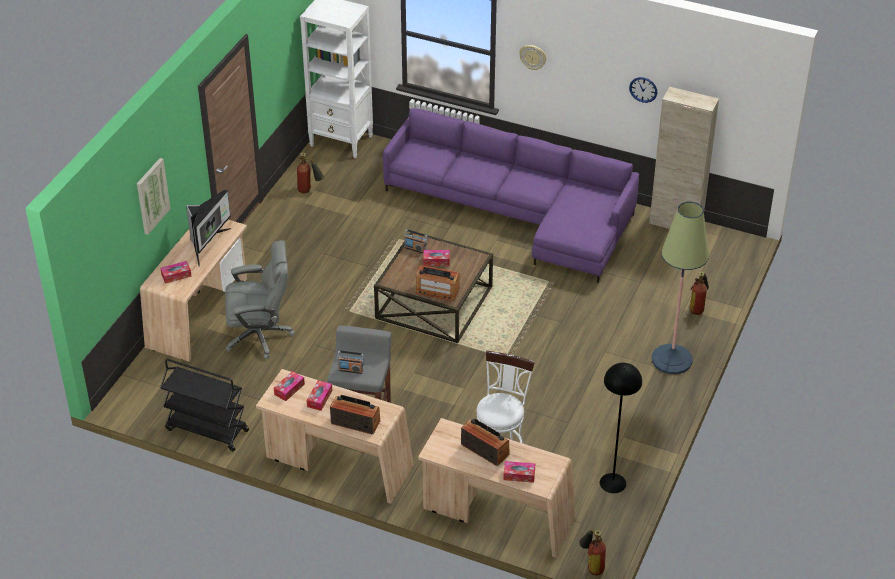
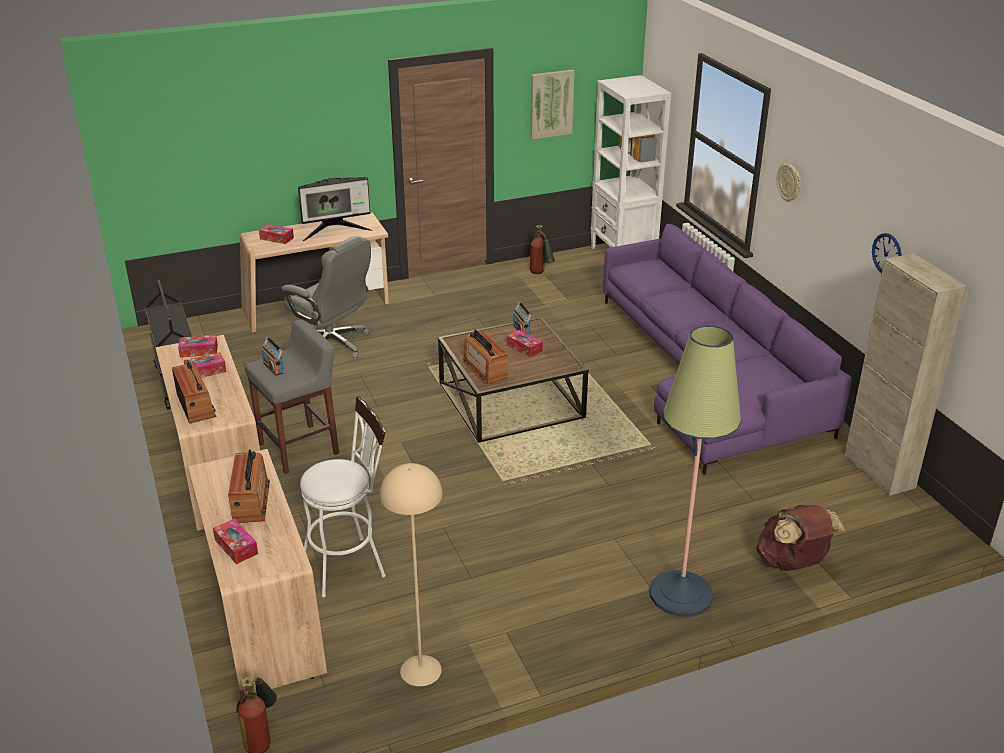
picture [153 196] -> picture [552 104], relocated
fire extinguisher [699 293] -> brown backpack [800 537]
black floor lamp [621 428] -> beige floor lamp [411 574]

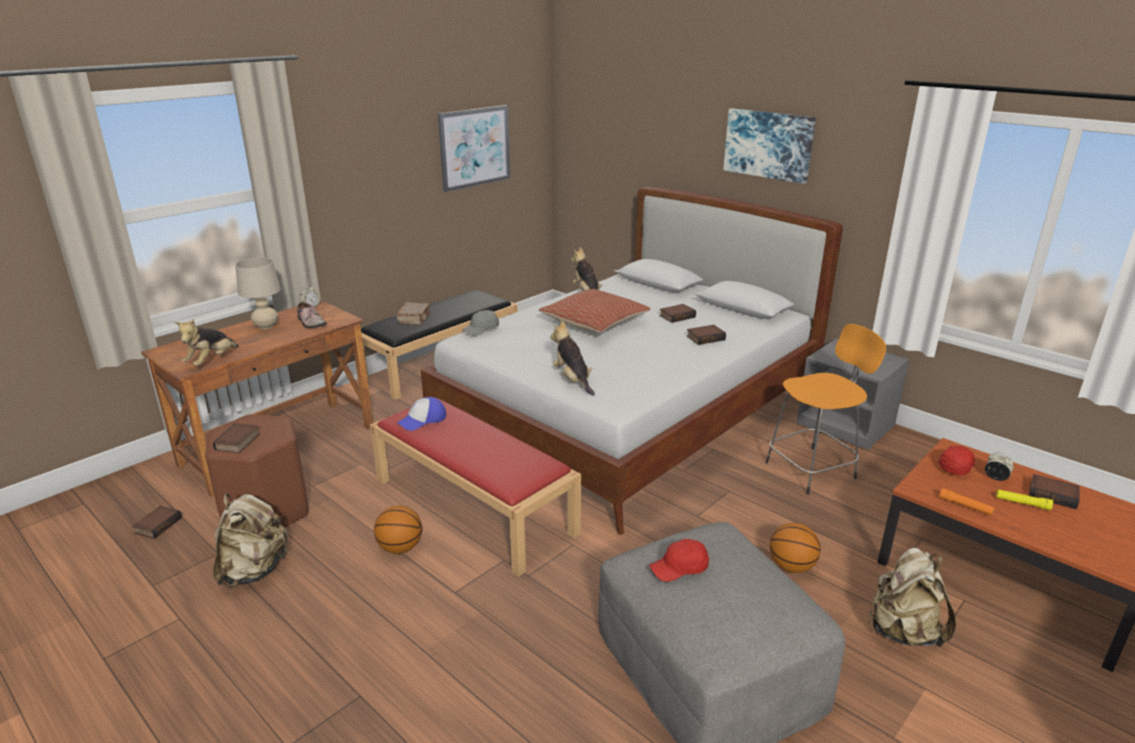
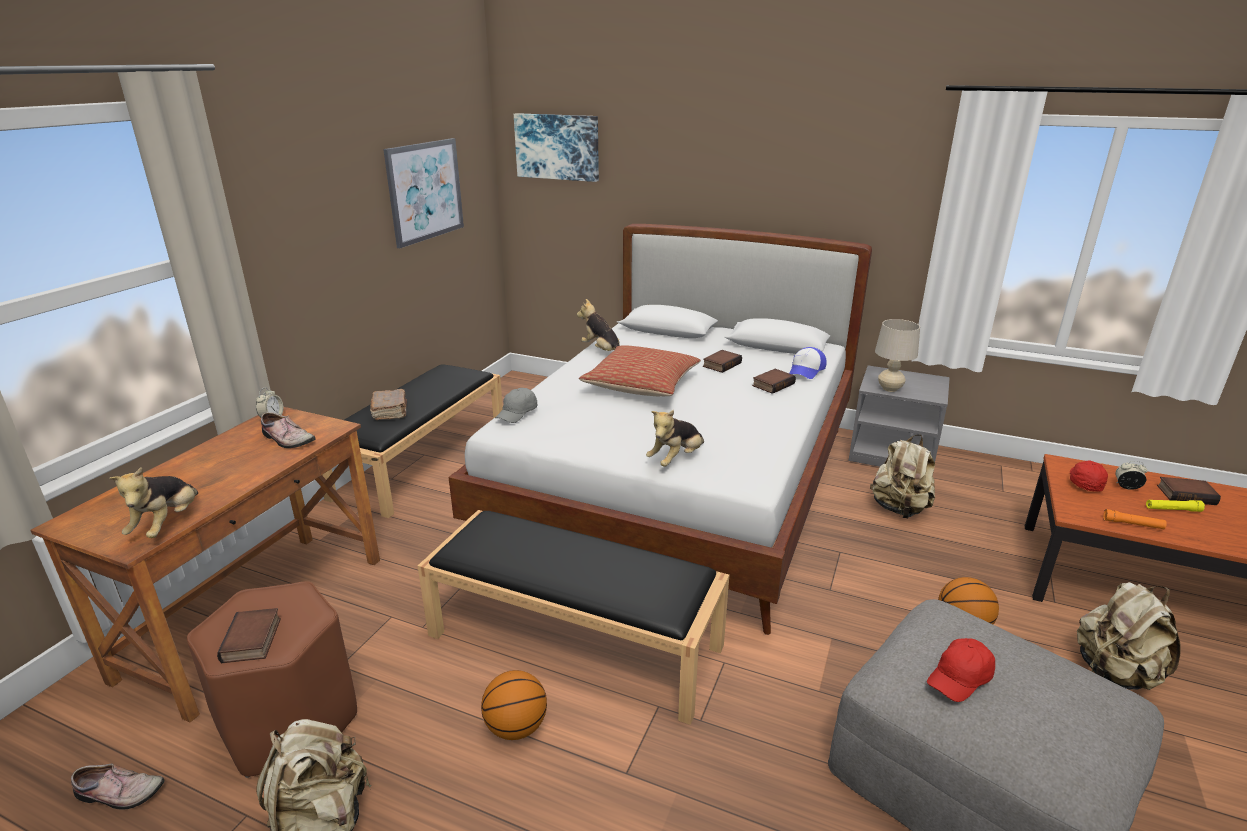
beige table lamp [258 293] -> beige table lamp [897 355], relocated
cap [421 414] -> cap [808 363], relocated
picture [769 146] -> picture [556 147], relocated
book [157 522] -> shoe [118 787]
orange stool [825 409] -> beige backpack [902 476]
red bench [475 487] -> black bench [573 617]
plush toy [572 358] -> plush toy [675 438], 90 degrees counterclockwise

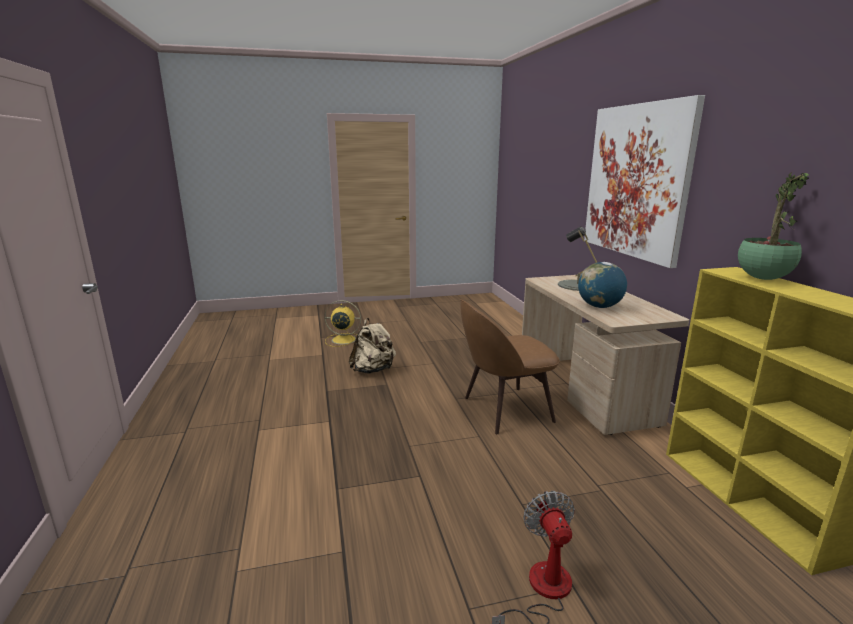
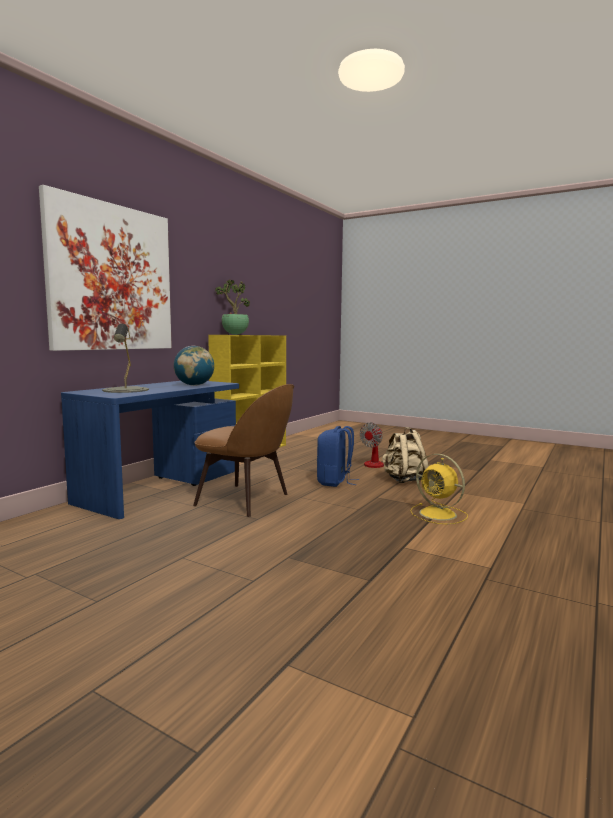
none -> blue backpack [338 456]
yellow fan [342 323] -> yellow fan [439 489], relocated
beige backpack [372 346] -> beige backpack [405 455], relocated
beige desk [605 354] -> blue desk [150 450]

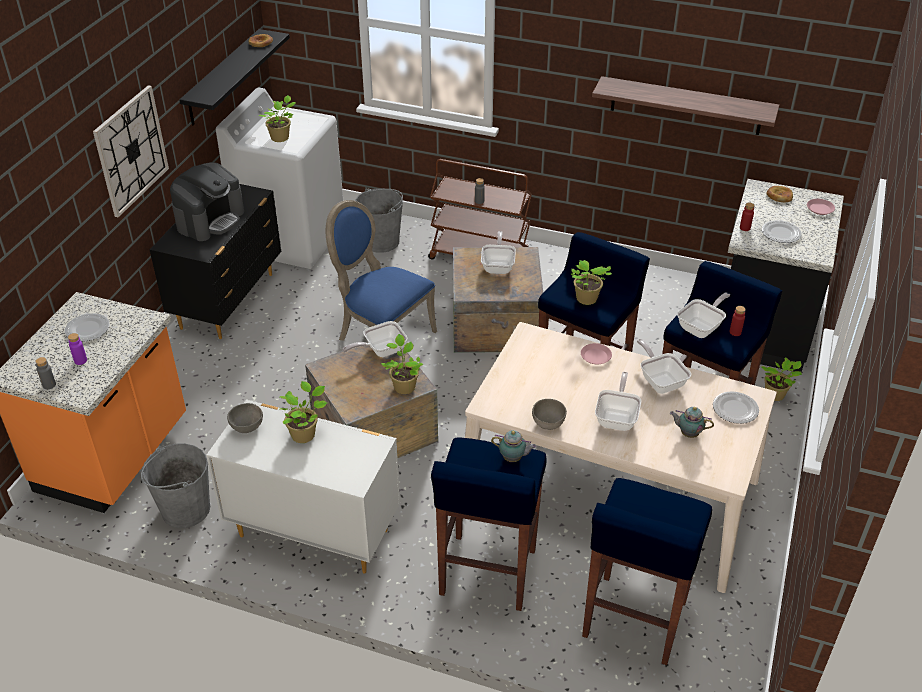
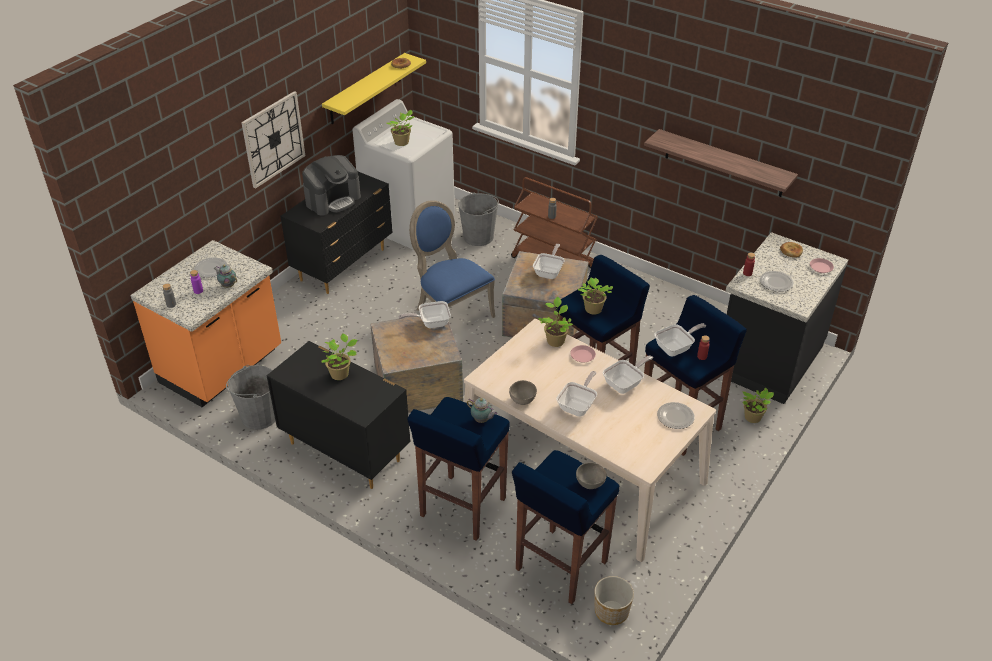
none -> planter [614 600]
grey bowl [245 418] -> grey bowl [591 476], relocated
potted plant [402 364] -> potted plant [555 322], relocated
teapot [692 422] -> teapot [225 276], relocated
black shelf [234 77] -> yellow shelf [374 88]
white dresser [303 486] -> black dresser [338 415]
frying pan [664 366] -> frying pan [628 374], 60 degrees clockwise

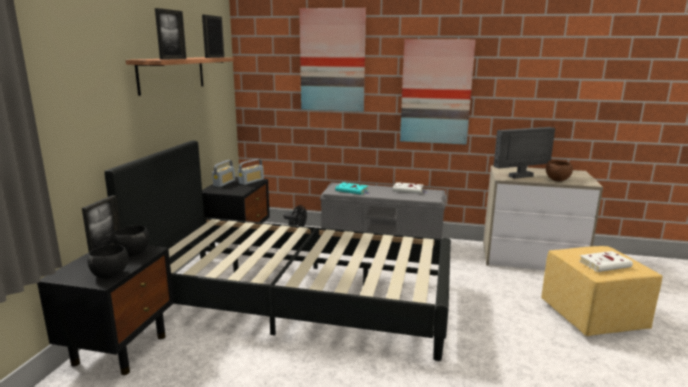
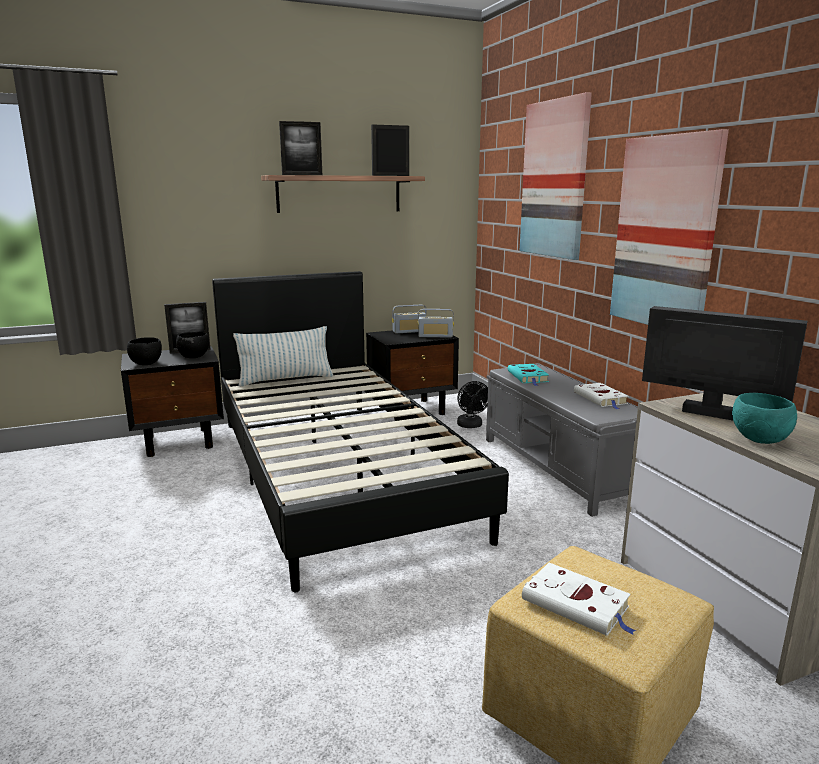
none -> pillow [283 356]
brown bowl [559 171] -> turquoise bowl [764 418]

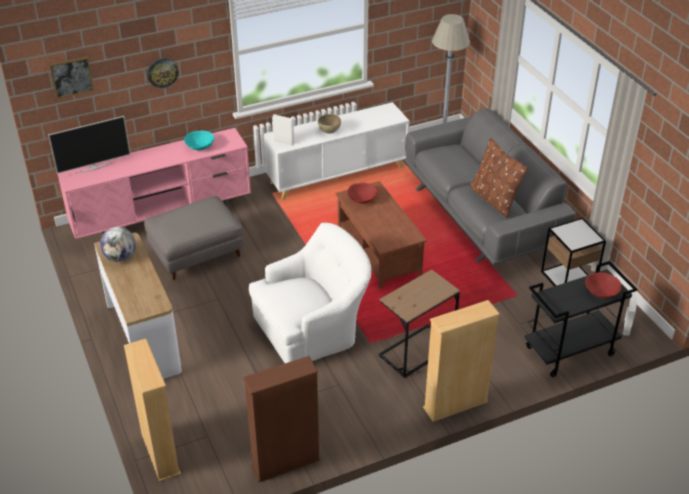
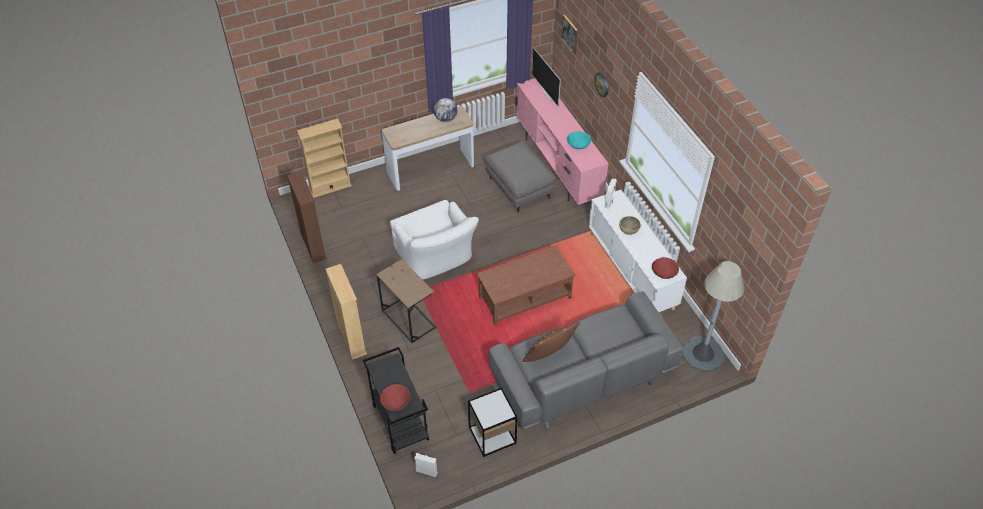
red bowl [362 193] -> red bowl [665 268], relocated

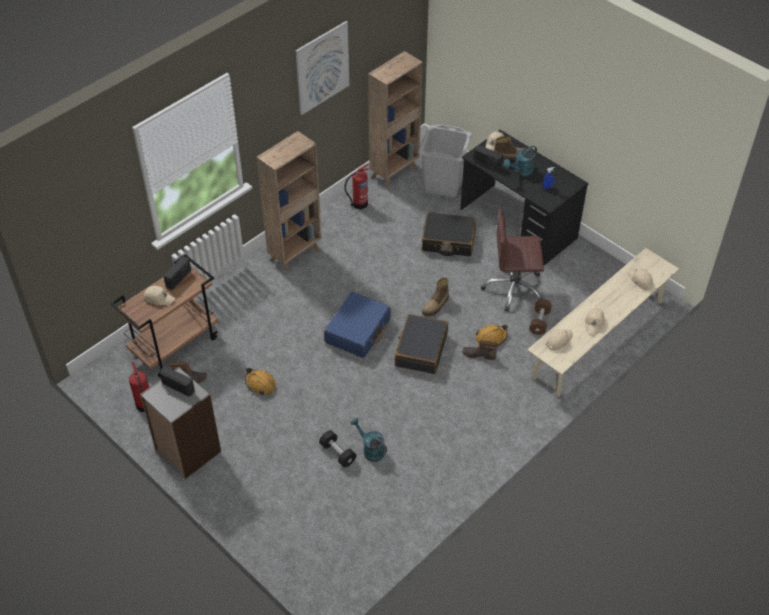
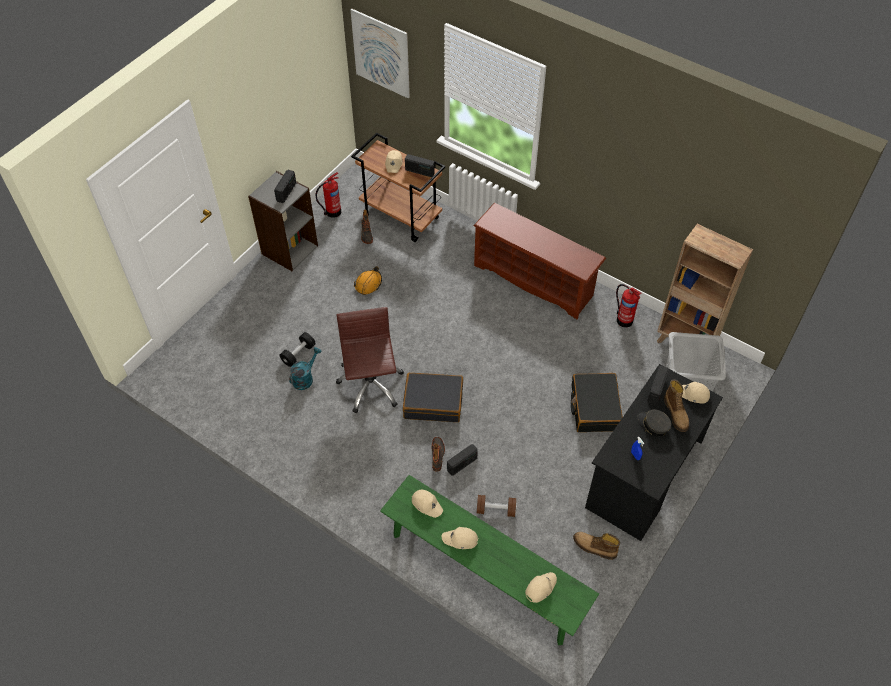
blue suitcase [357 325] -> none
picture [322 68] -> picture [380 54], relocated
boot [435 296] -> boot [596 546], relocated
brown office chair [512 260] -> brown office chair [370 360], relocated
brown bookcase [289 202] -> brown shoe rack [539 261]
orange hard hat [492 335] -> radio [462 460]
turquoise watering can [520 161] -> grey cap [654 422]
beige bench [603 322] -> green bench [489 560]

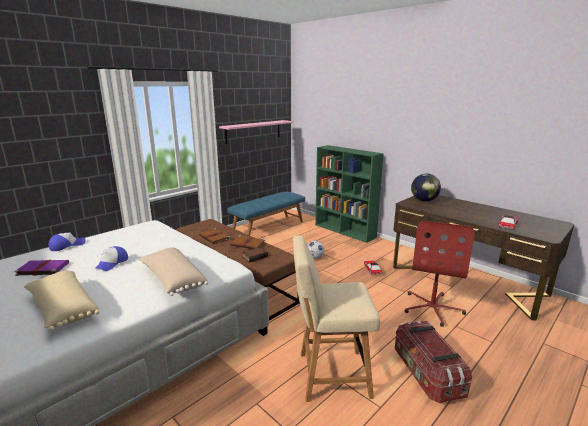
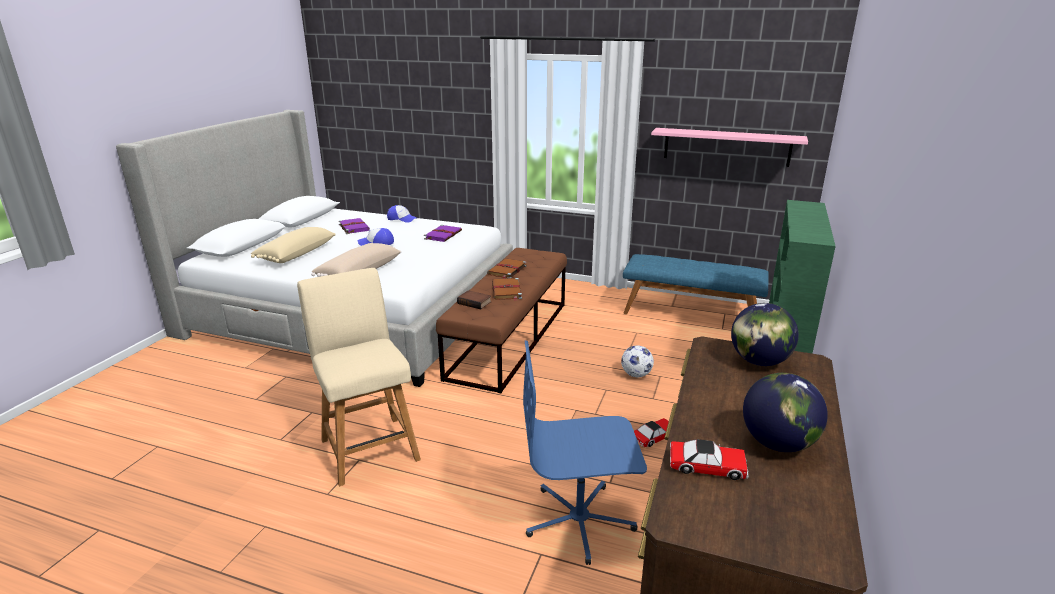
storage box [433 362] -> none
none -> purple book [443 233]
none -> globe [785 412]
red office chair [439 274] -> blue office chair [585 452]

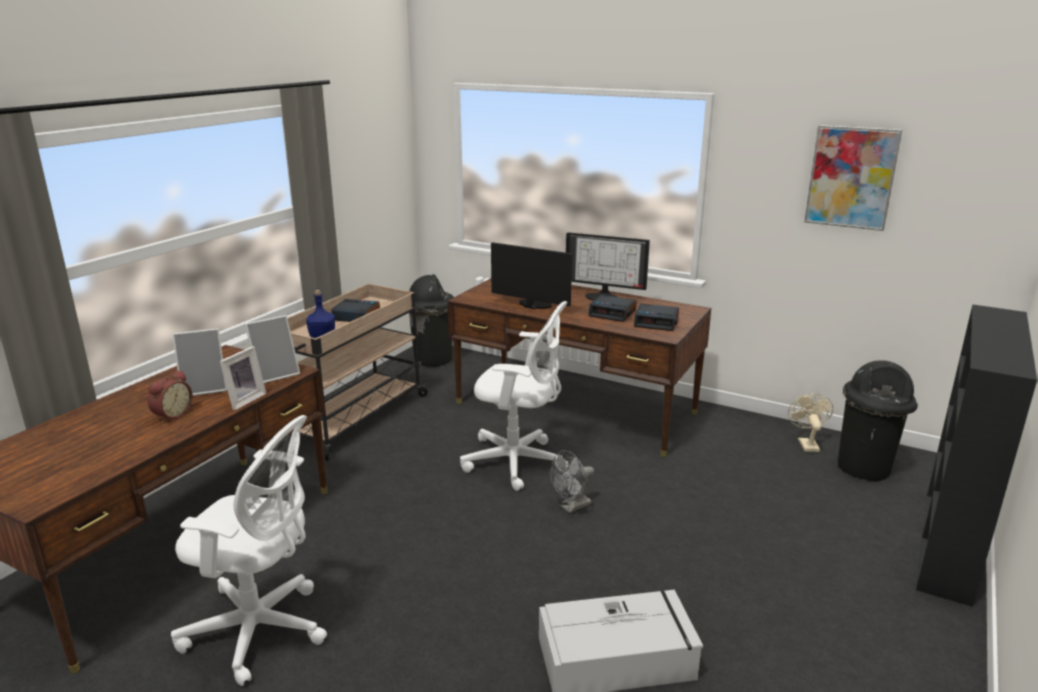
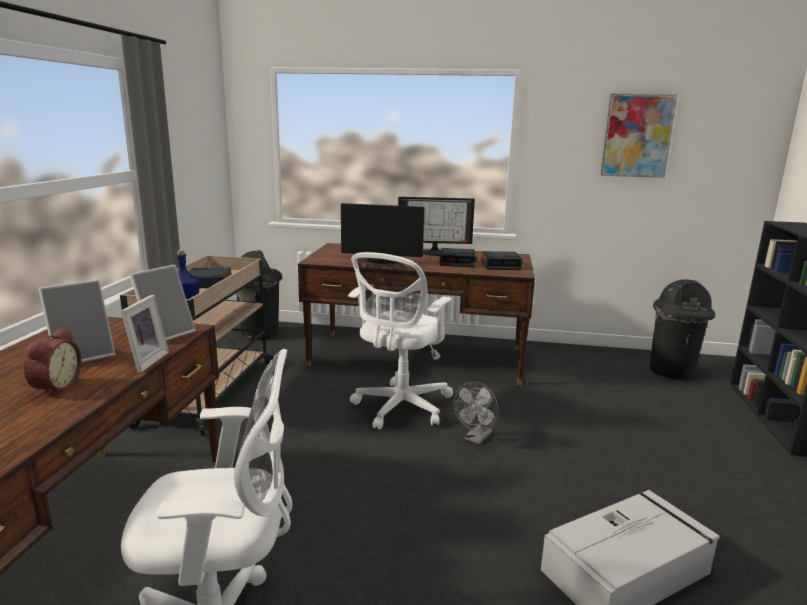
beige fan [810 422] -> none
white office chair [514 396] -> white office chair [401 340], 120 degrees clockwise

